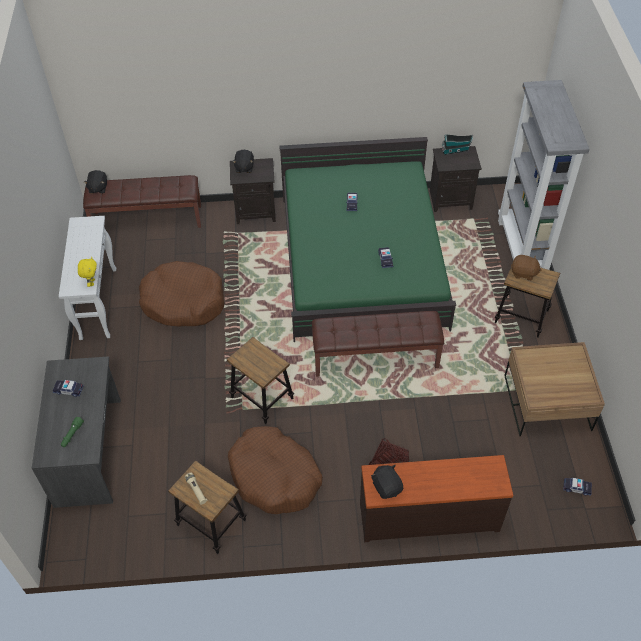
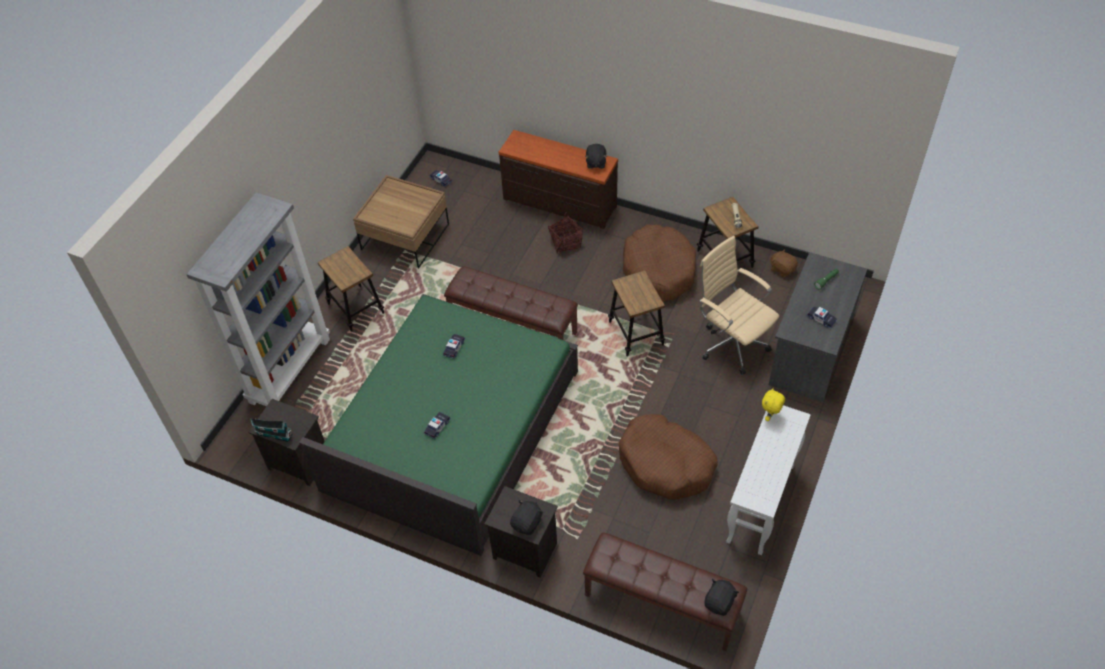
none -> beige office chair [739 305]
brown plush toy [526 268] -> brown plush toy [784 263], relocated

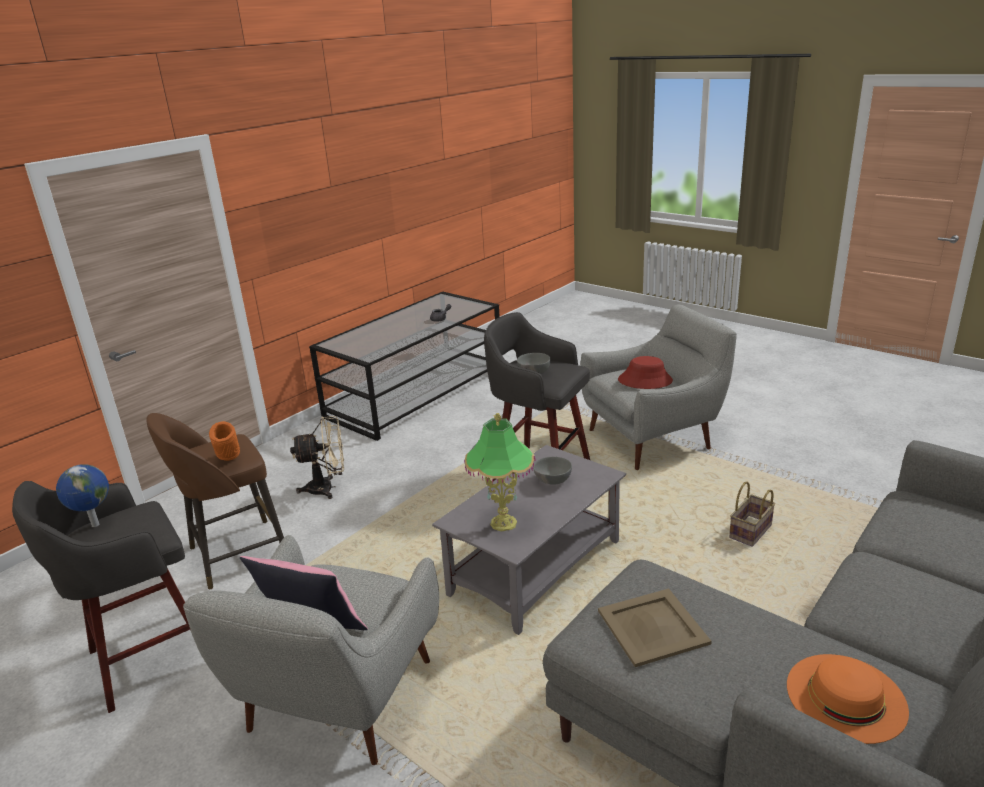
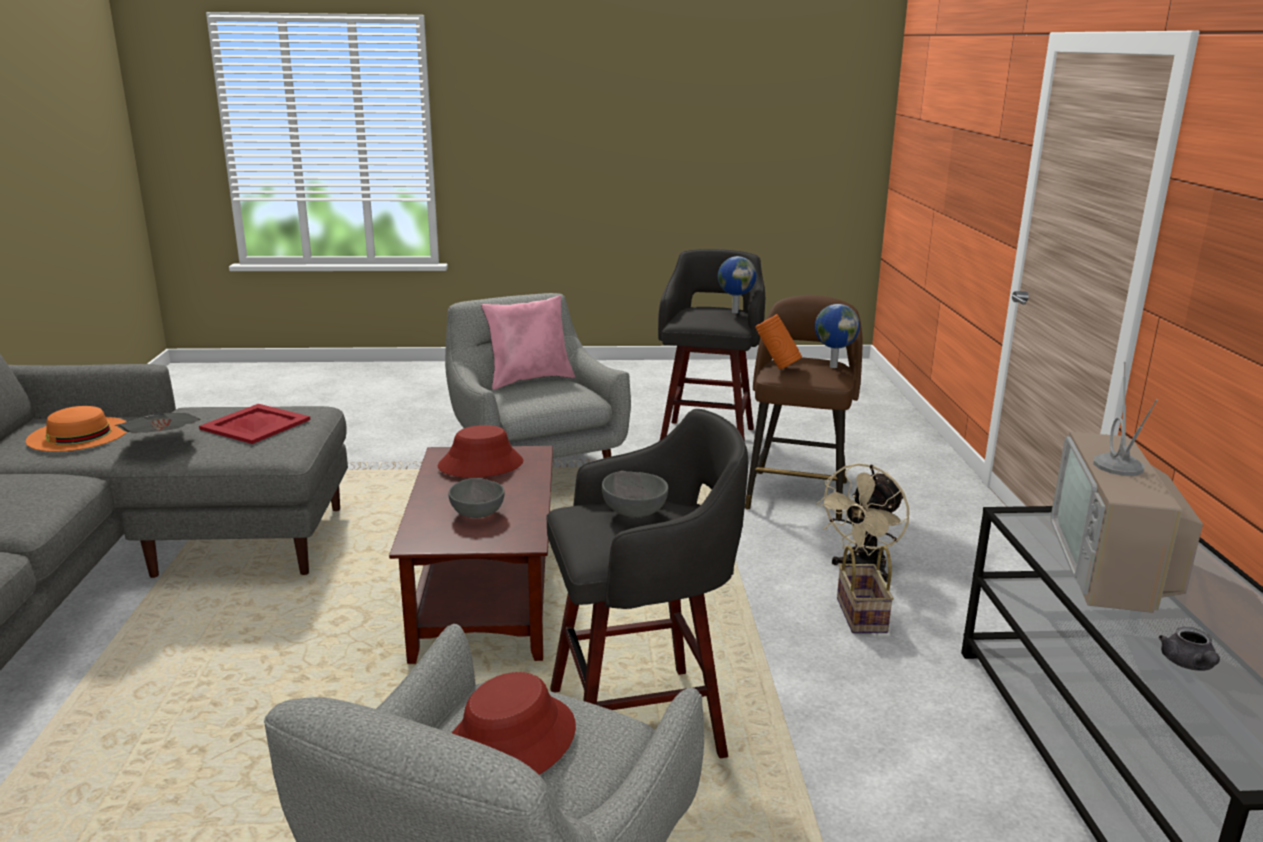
none -> newspaper [157 423]
none -> globe [837 336]
none -> television [1126 487]
basket [752 514] -> basket [865 589], relocated
table lamp [500 472] -> red hat [480 451]
grey coffee table [529 540] -> brown coffee table [471 555]
beige tray [655 627] -> red tray [254 424]

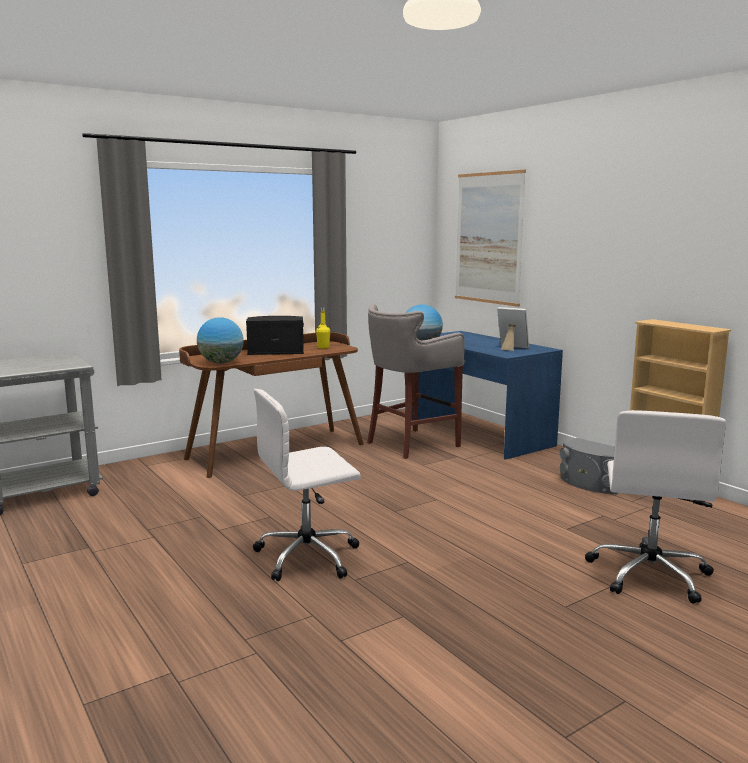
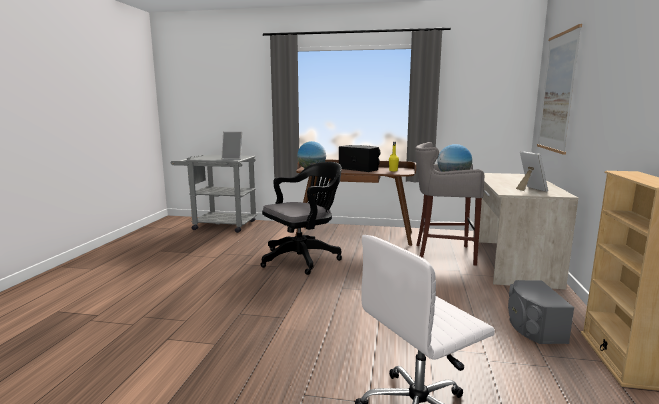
white office chair [307 485] -> none
none -> picture frame [231 145]
none -> black office chair [301 218]
blue desk [487 395] -> beige desk [525 231]

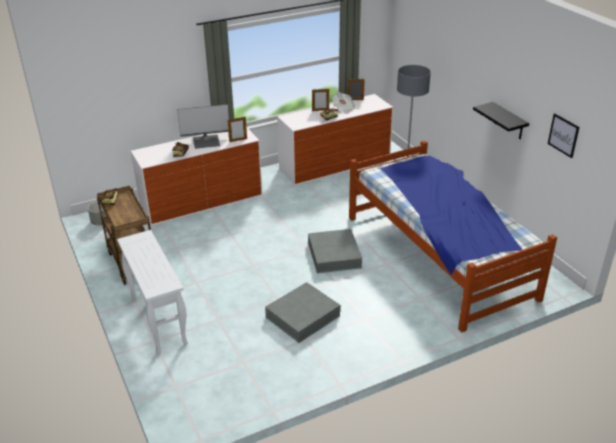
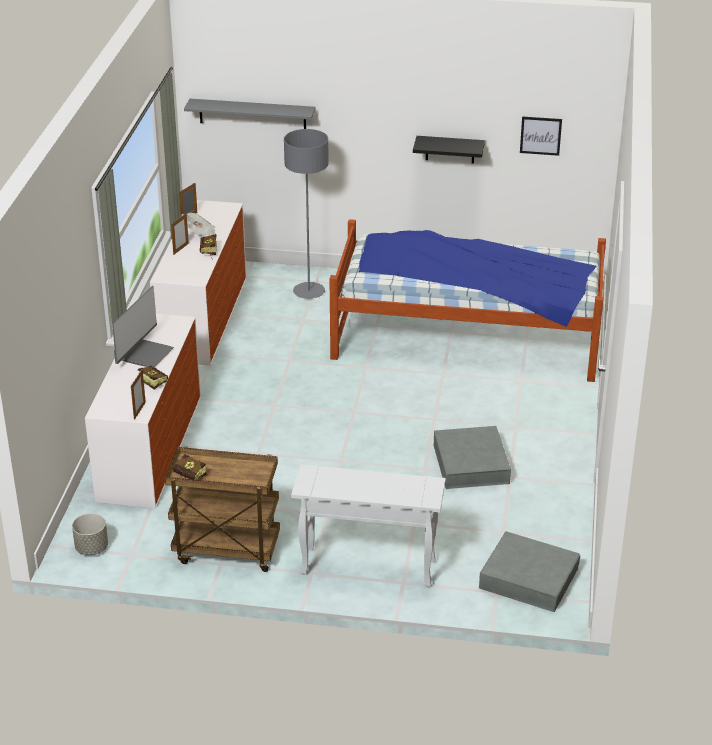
none -> grey shelf [249 114]
picture frame [237 129] -> picture frame [138 394], relocated
grey storage box [335 251] -> grey storage box [529 571], relocated

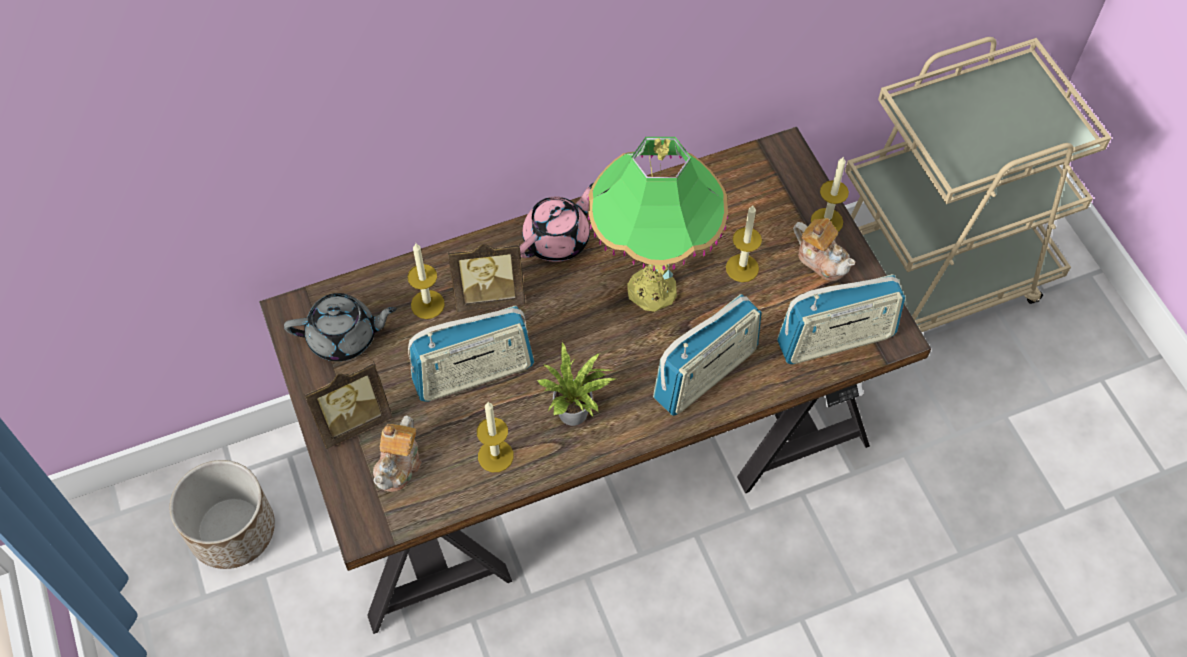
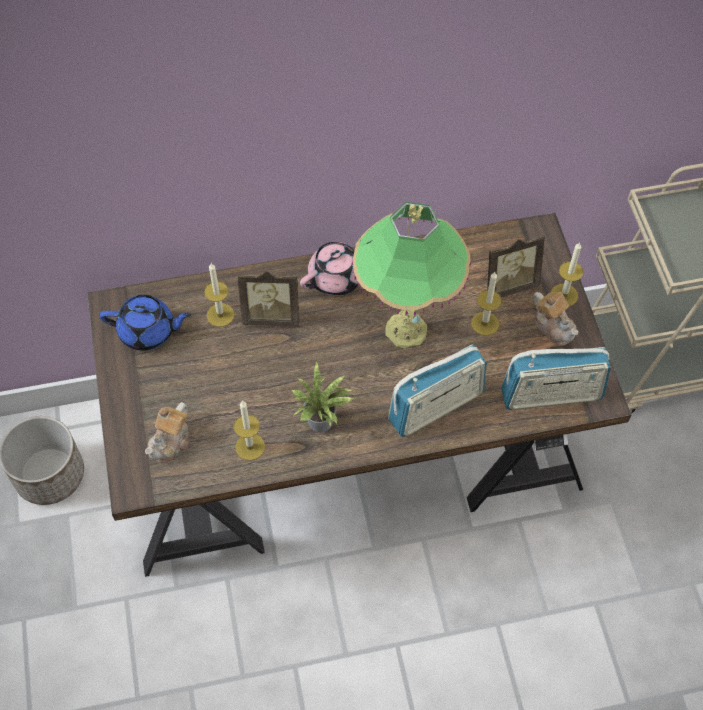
radio [471 354] -> none
picture frame [348 405] -> picture frame [514 266], relocated
grey teapot [340 327] -> blue teapot [145 322]

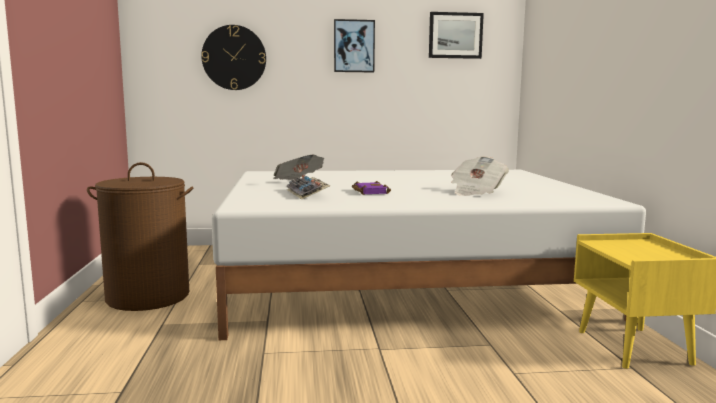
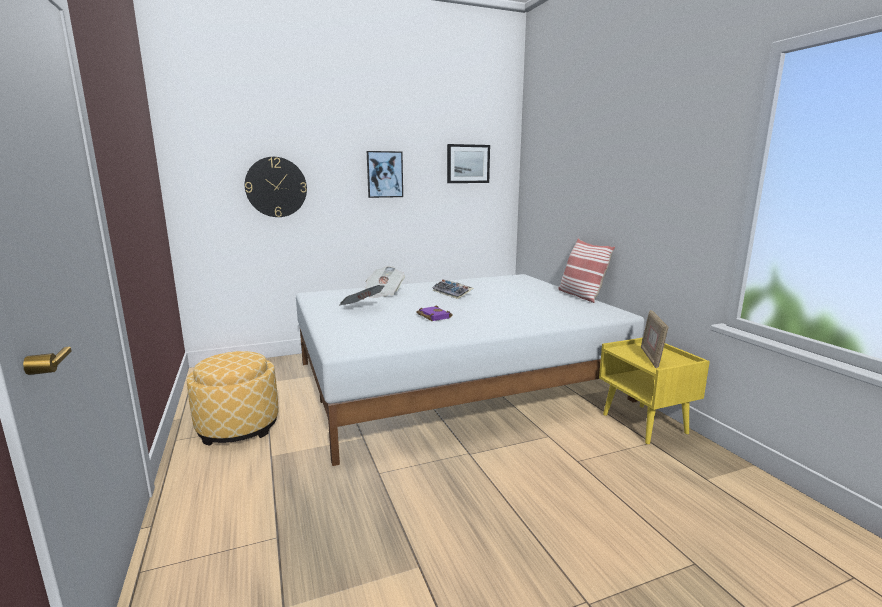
none -> pillow [586 270]
none -> picture frame [655 339]
keyboard [308 187] -> keyboard [453 289], relocated
newspaper [480 176] -> newspaper [385 282], relocated
brown laundry basket [140 236] -> ottoman [233 398]

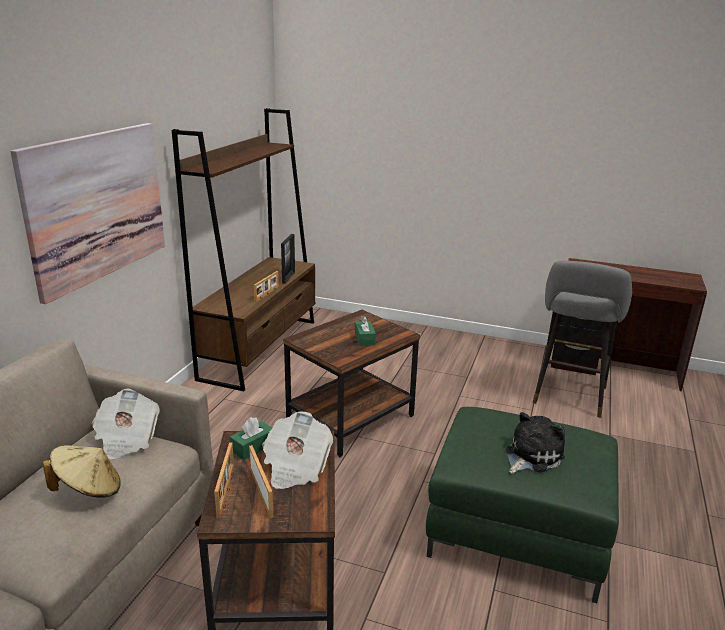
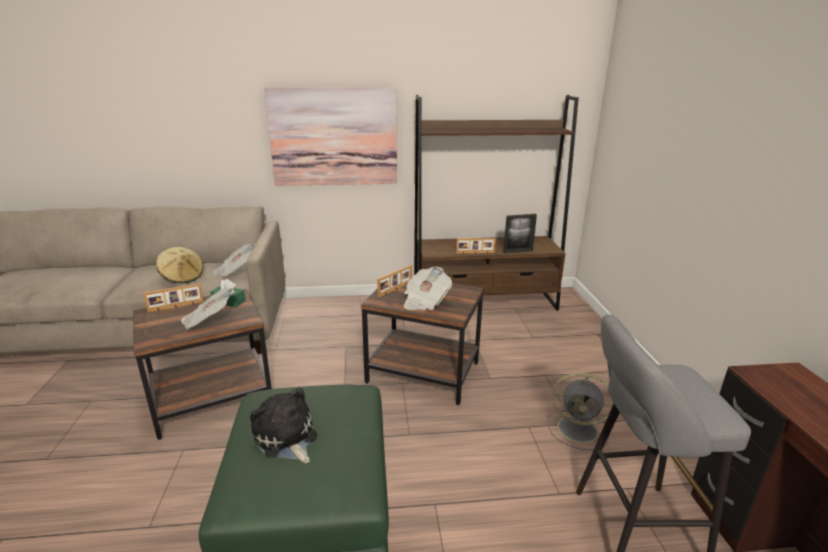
none -> grey fan [580 411]
picture frame [261 481] -> picture frame [394 281], relocated
green tissue box [365 331] -> newspaper [428 288]
plush toy [535 443] -> plush toy [283 425], 150 degrees counterclockwise

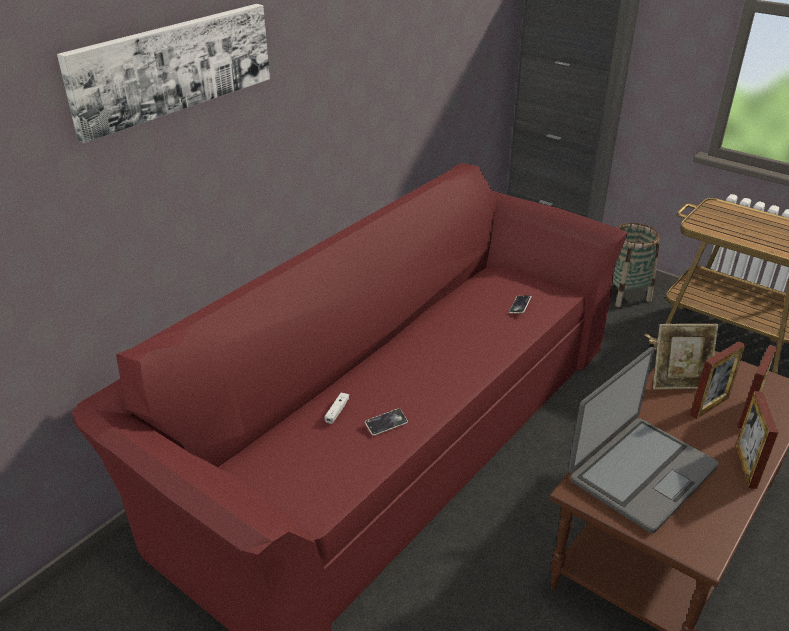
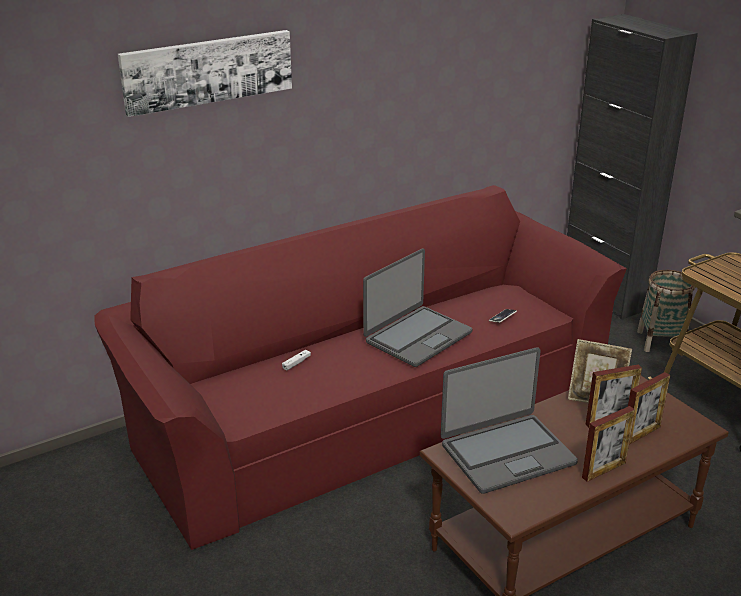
phone [386 422] -> none
none -> laptop [417 307]
picture frame [757 440] -> picture frame [608 444], 150 degrees counterclockwise

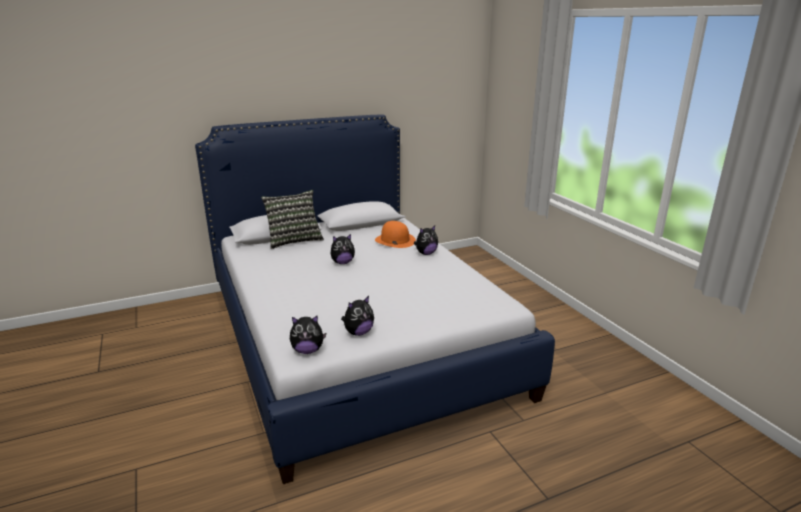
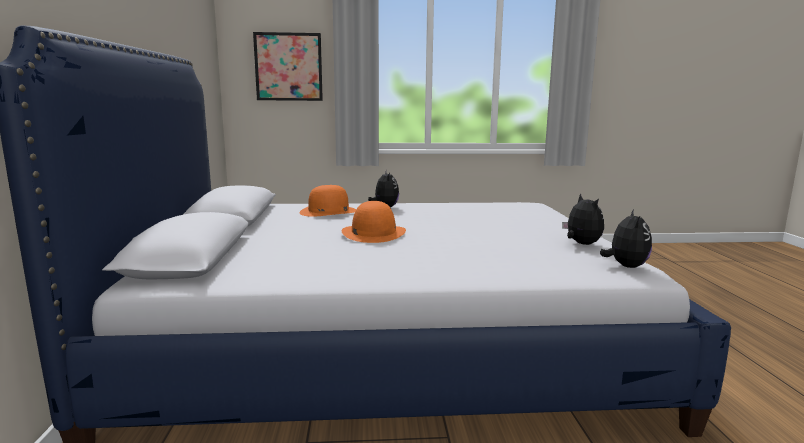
pillow [292 219] -> none
none -> picture [288 66]
plush toy [343 249] -> orange hat [374 222]

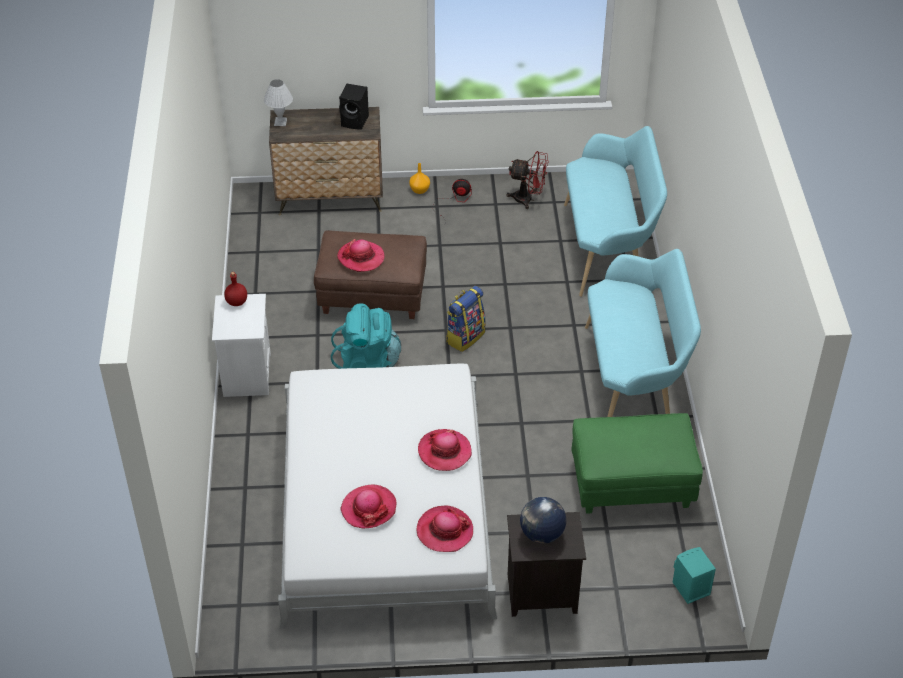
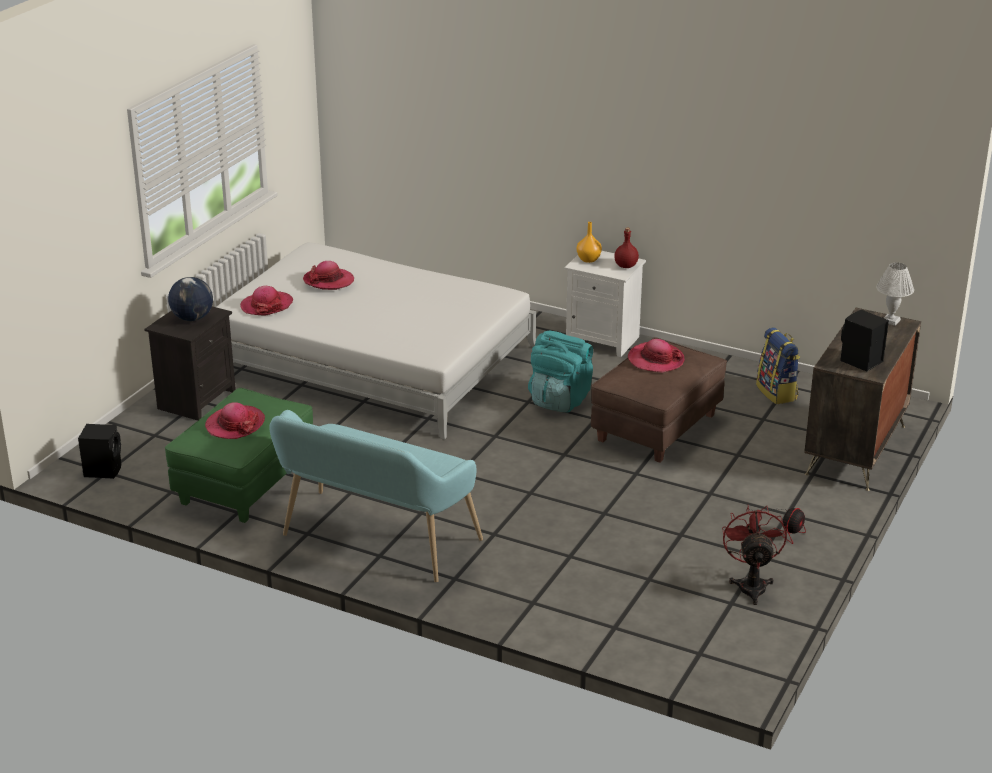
turquoise bench [615 211] -> none
orange vase [419 178] -> orange vase [589 242], relocated
hat [445 450] -> hat [235 420], relocated
backpack [466 319] -> backpack [778 365], relocated
turquoise speaker [694 575] -> black speaker [99 451]
red fan [528 180] -> red fan [754 555], 135 degrees clockwise

